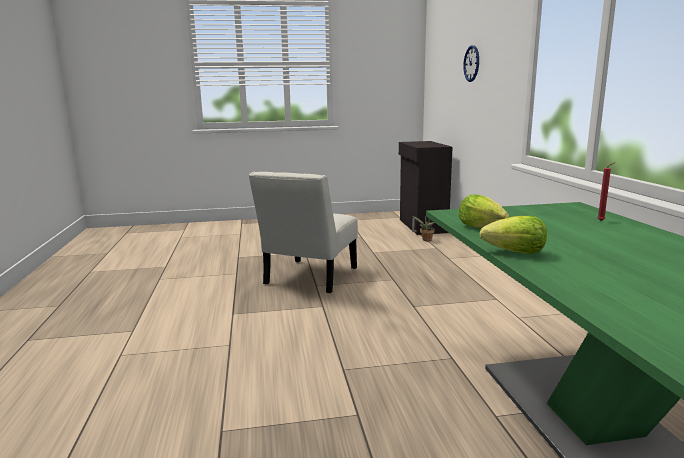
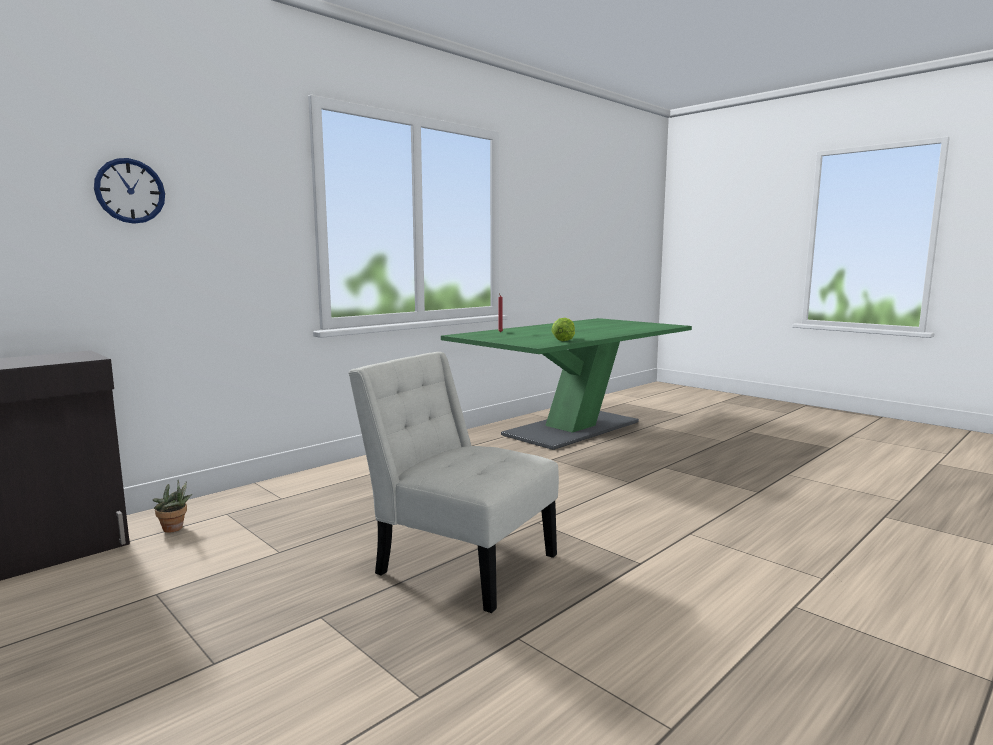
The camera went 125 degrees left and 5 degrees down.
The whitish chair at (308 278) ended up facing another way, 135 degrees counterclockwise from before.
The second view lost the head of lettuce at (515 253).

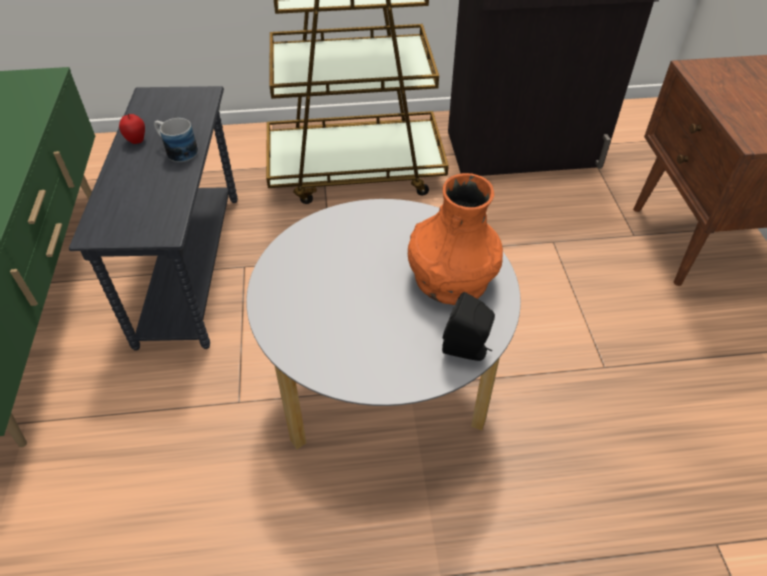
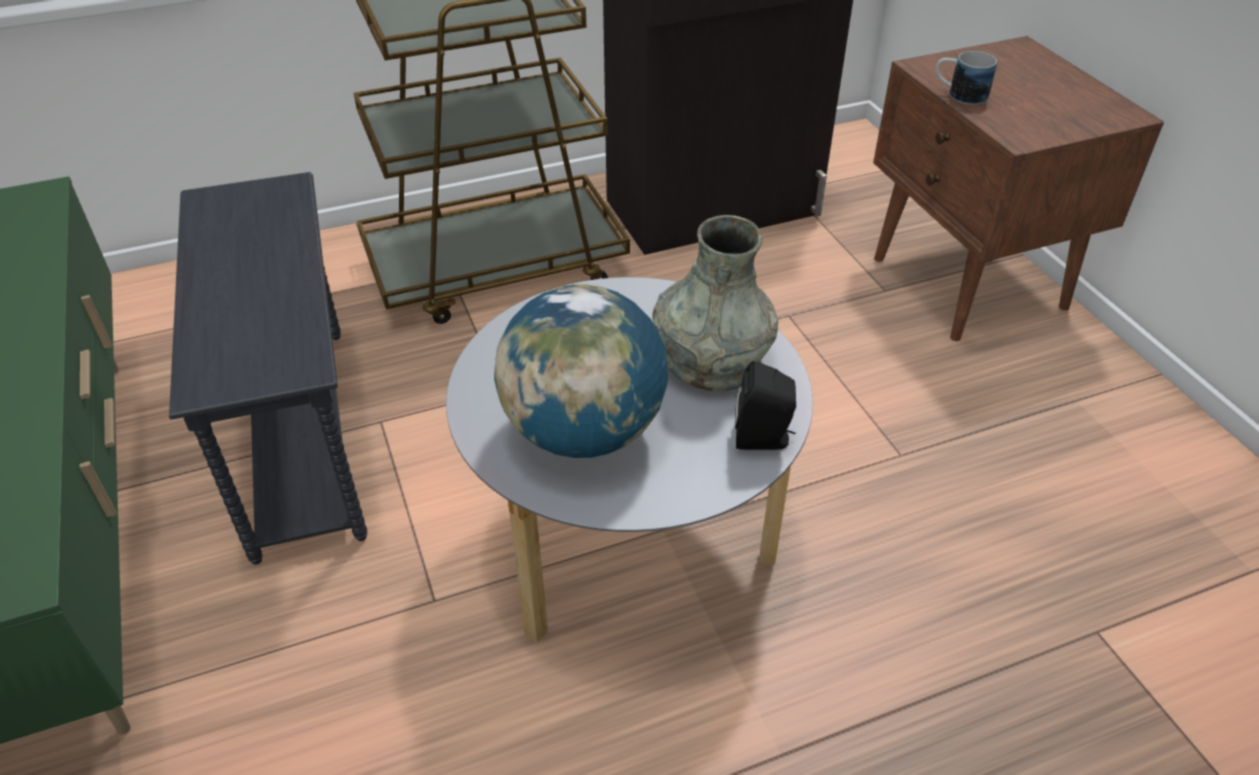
The camera went 15 degrees left and 5 degrees down.
The second view lost the whole apple at (136 140).
The coffee mug ended up elsewhere, having gone from (177 151) to (959 95).
What was the orange flower vase at (451 277) turned into the grey flower vase at (711 359).
The second view gained the desk globe at (584 432).

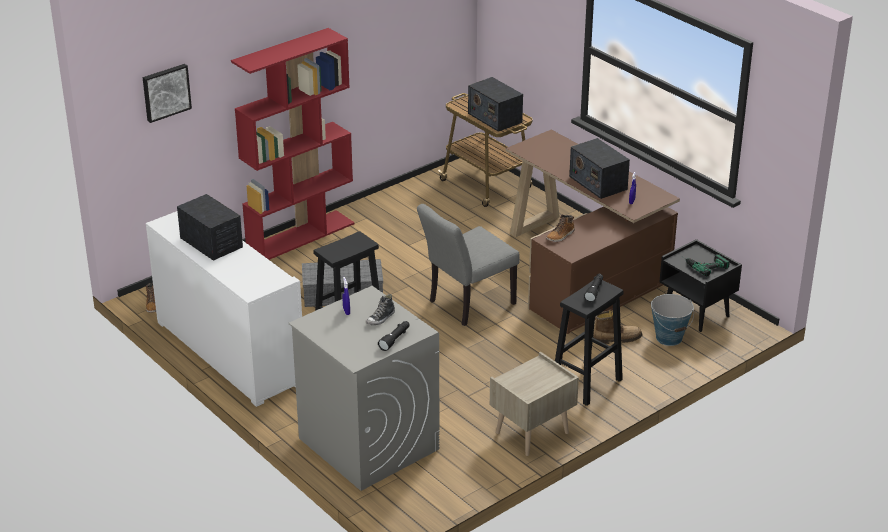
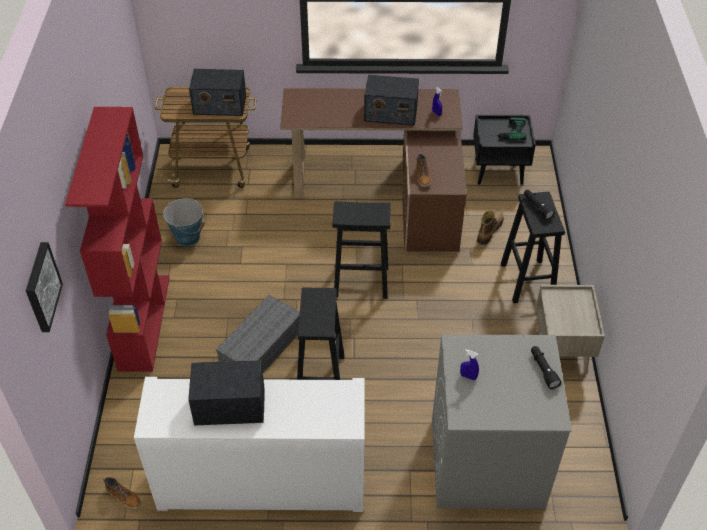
The camera went 50 degrees left and 15 degrees up.
The second view lost the low shoe at (381 318).
Where the grey chair stood at (466 304), the black sitting stool came to stand at (360 282).
The bucket ended up elsewhere, having gone from (669 338) to (188 237).

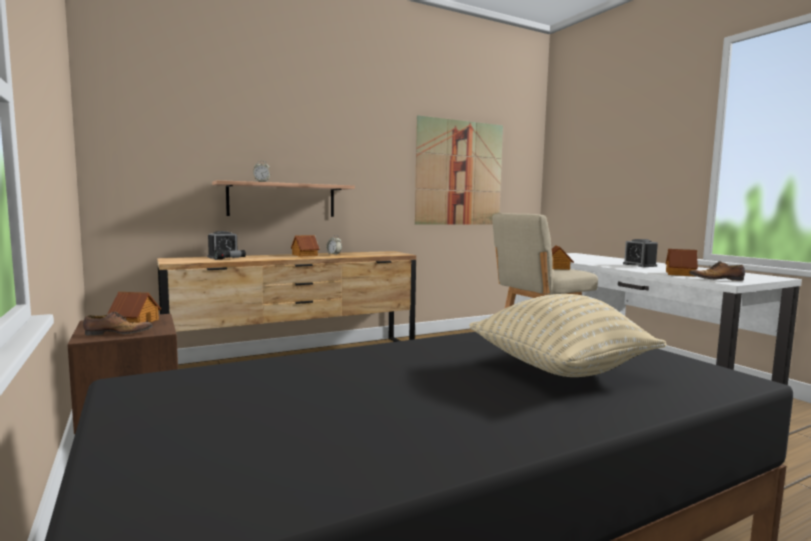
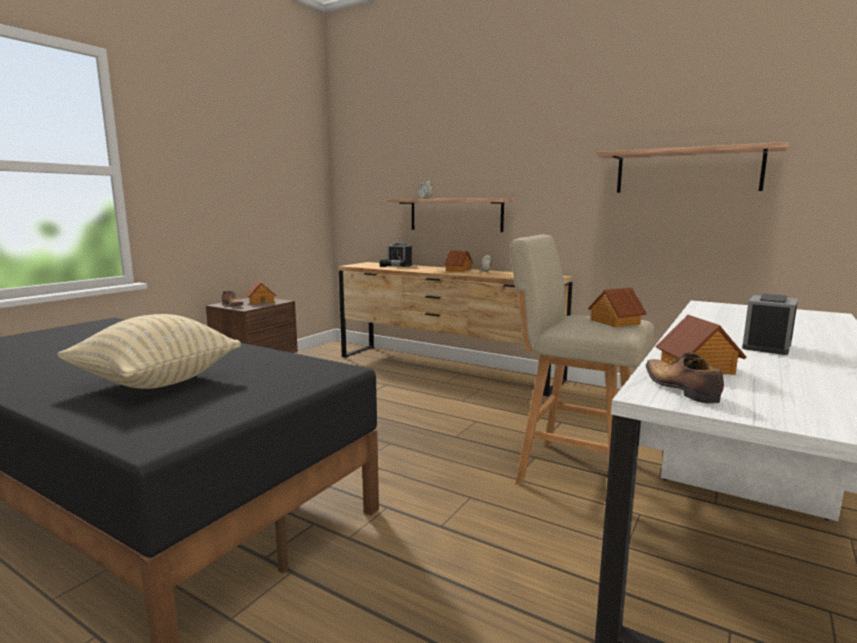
The camera went 60 degrees right and 5 degrees up.
Where the wall art hung at (459 173), the bracket shelf came to hang at (687 171).

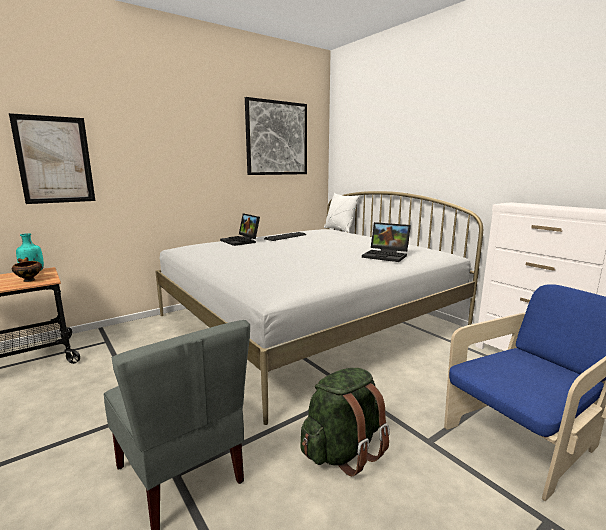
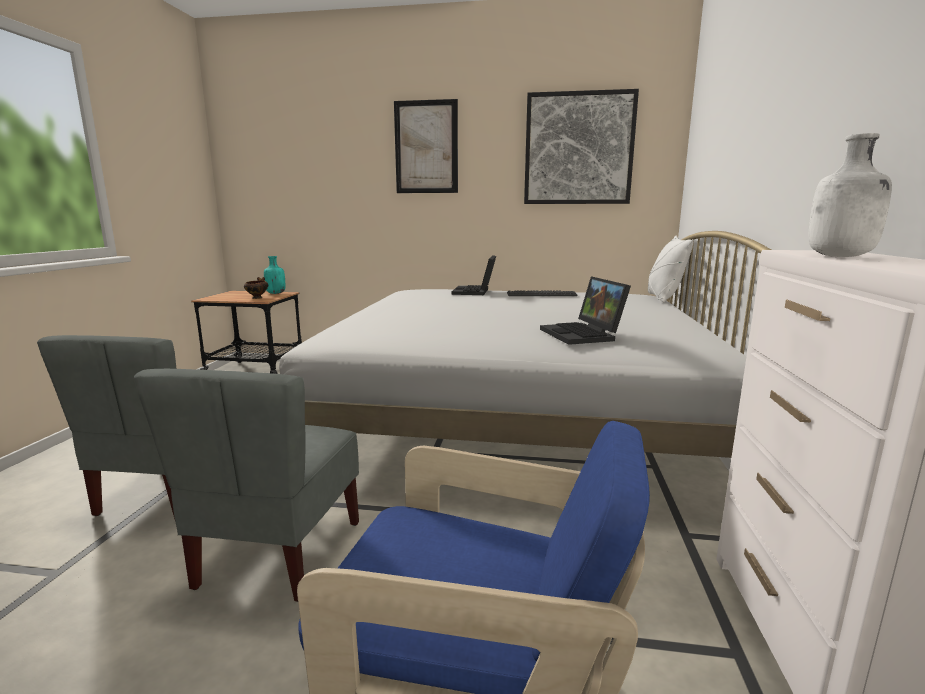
The camera went 45 degrees right and 0 degrees up.
The wall art ended up elsewhere, having gone from (55 160) to (426 147).
Where the greenish backpack stood at (343 451), the grey chair came to stand at (278 554).
The second view gained the whitish beverage bottle at (840 256).

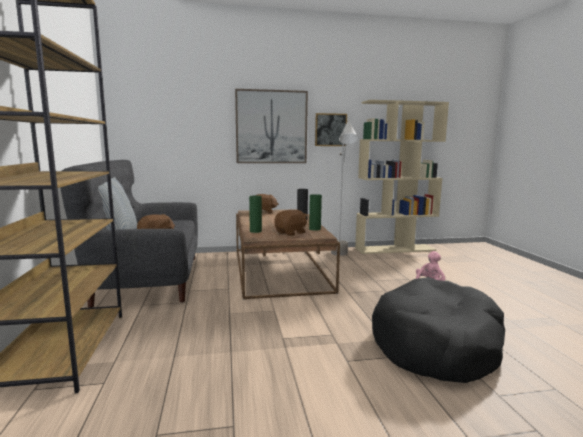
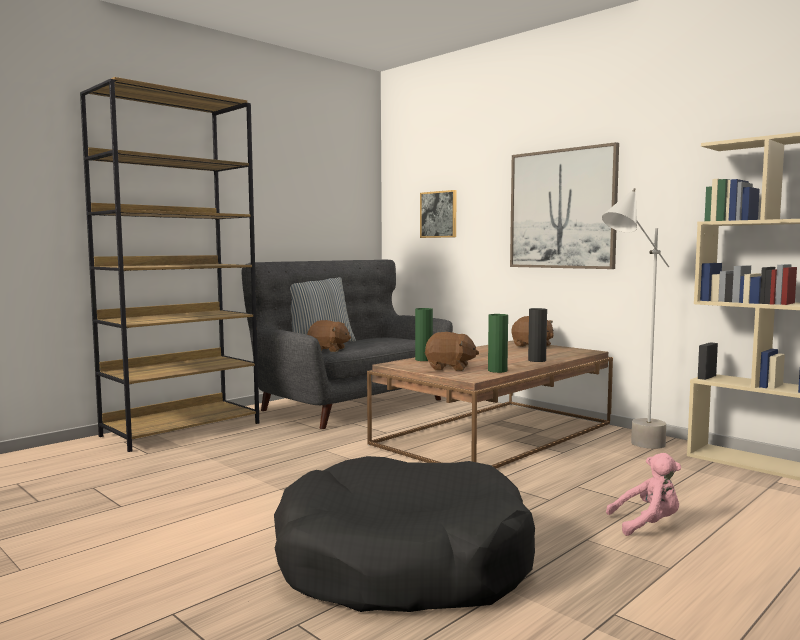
The camera went 55 degrees right and 5 degrees down.
The wall art ended up elsewhere, having gone from (330 130) to (438 214).

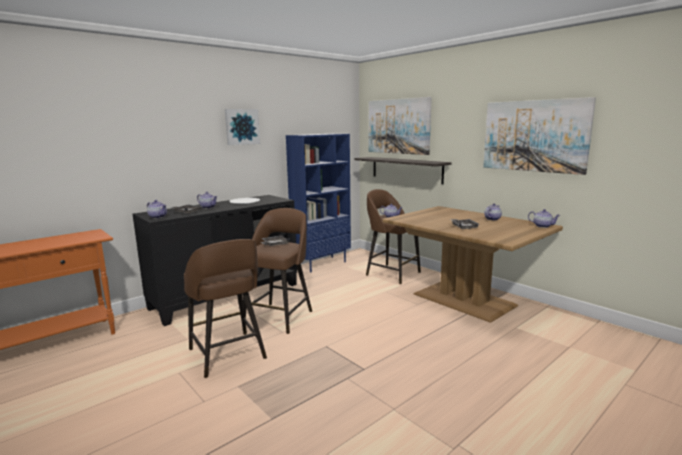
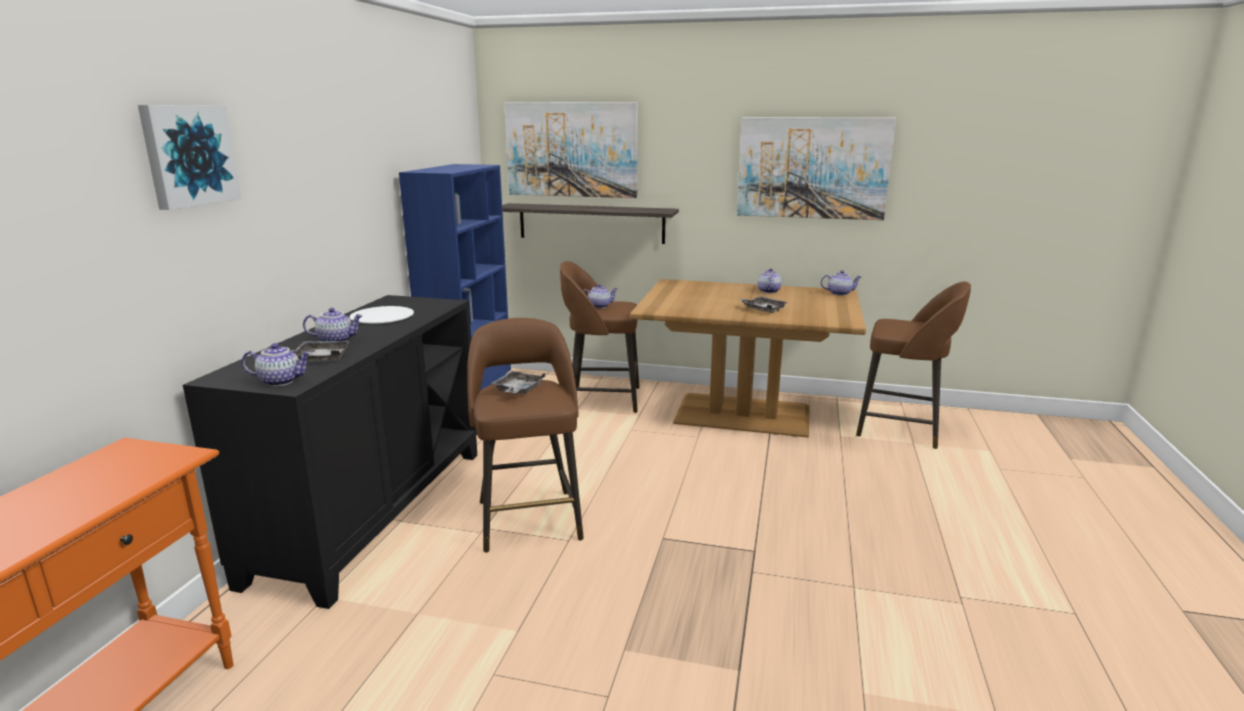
The camera went 35 degrees left and 5 degrees up.
The brownish sitting stool ended up elsewhere, having gone from (228 355) to (901 428).
The wall art ended up elsewhere, having gone from (241 127) to (188 155).

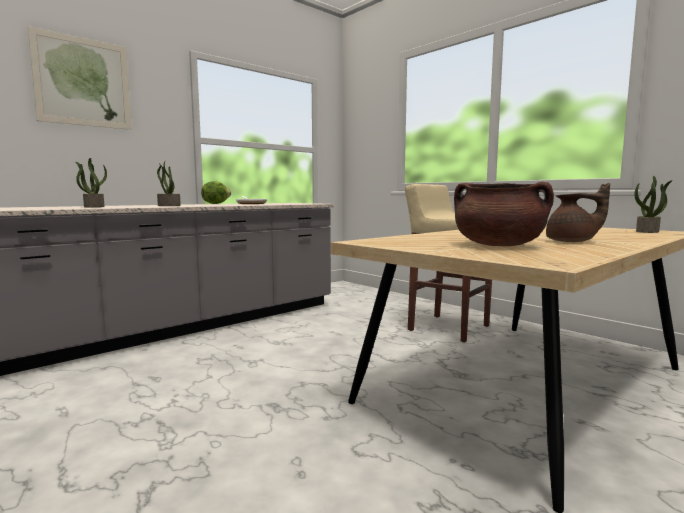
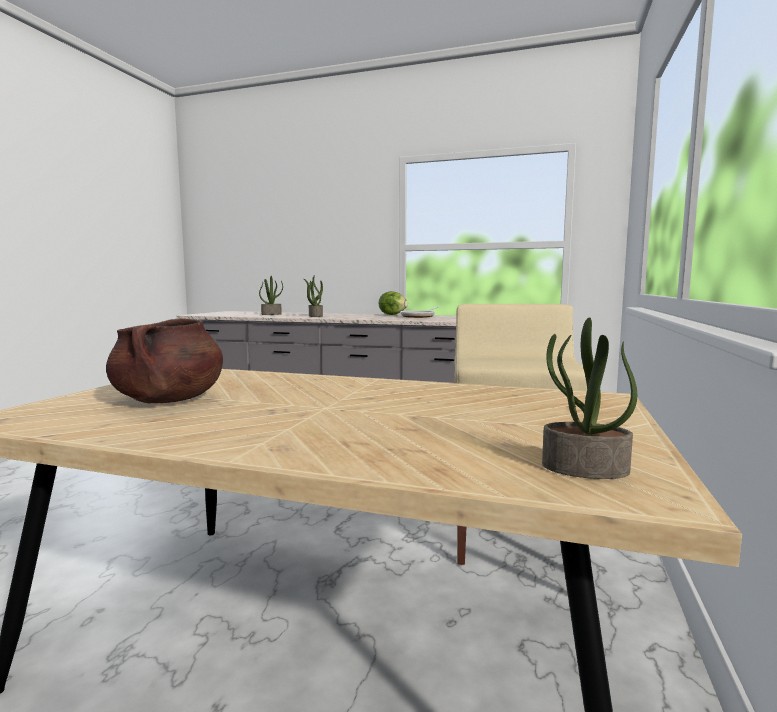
The camera went 60 degrees right and 0 degrees up.
The second view lost the wall art at (83 82).
The second view lost the brownish tea pot at (572 241).

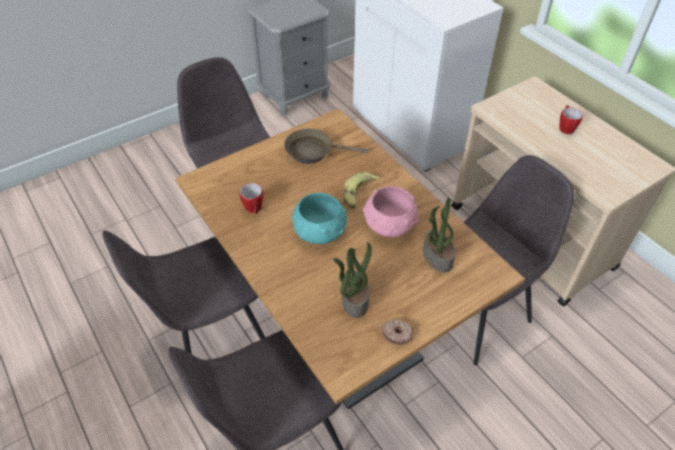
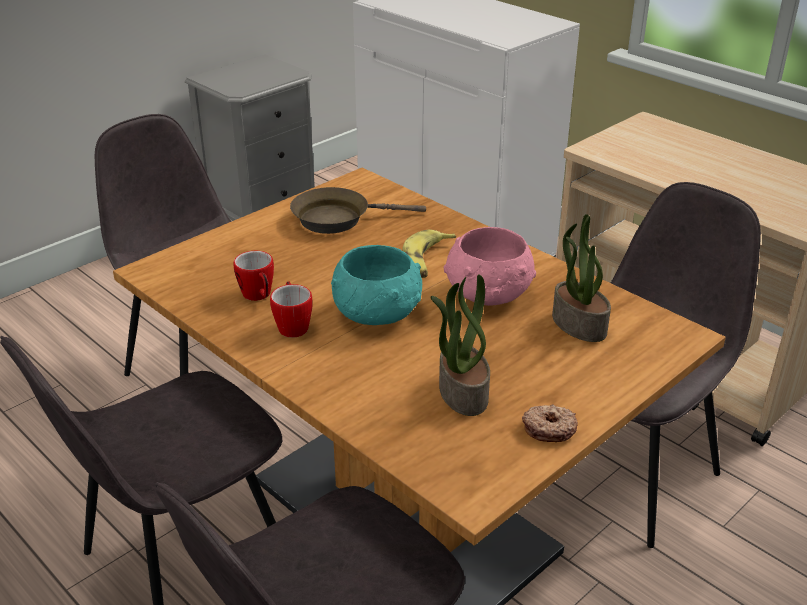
The camera went 10 degrees left and 15 degrees down.
The coffee mug ended up elsewhere, having gone from (565 127) to (292 325).

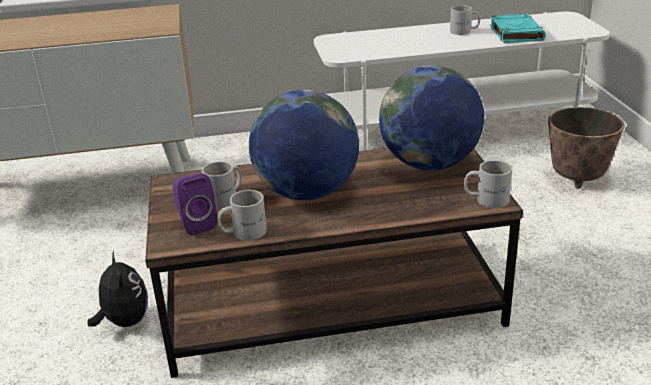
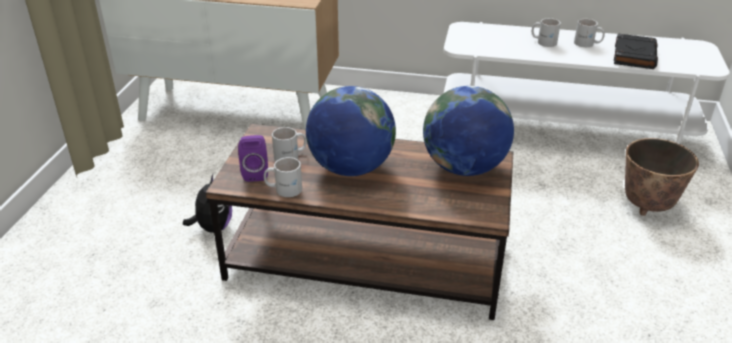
The camera went 20 degrees right and 5 degrees up.
The whitish coffee mug ended up elsewhere, having gone from (486 198) to (543 41).
What was the turquoise book at (515 33) turned into the black book at (634 55).

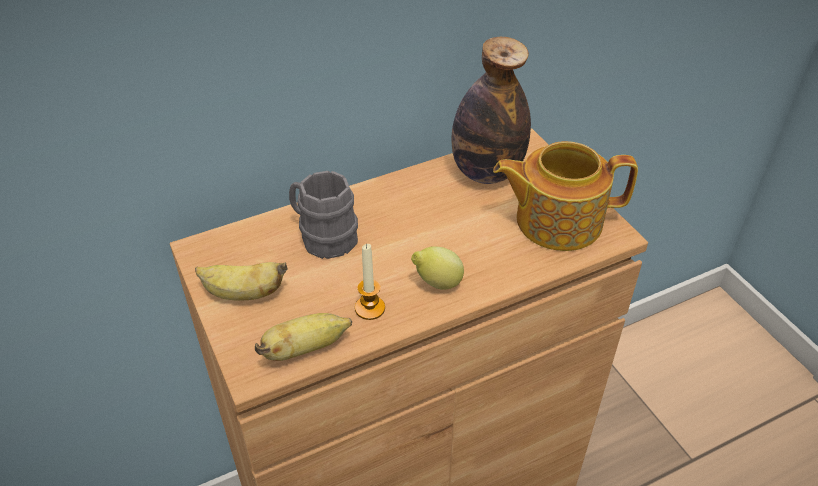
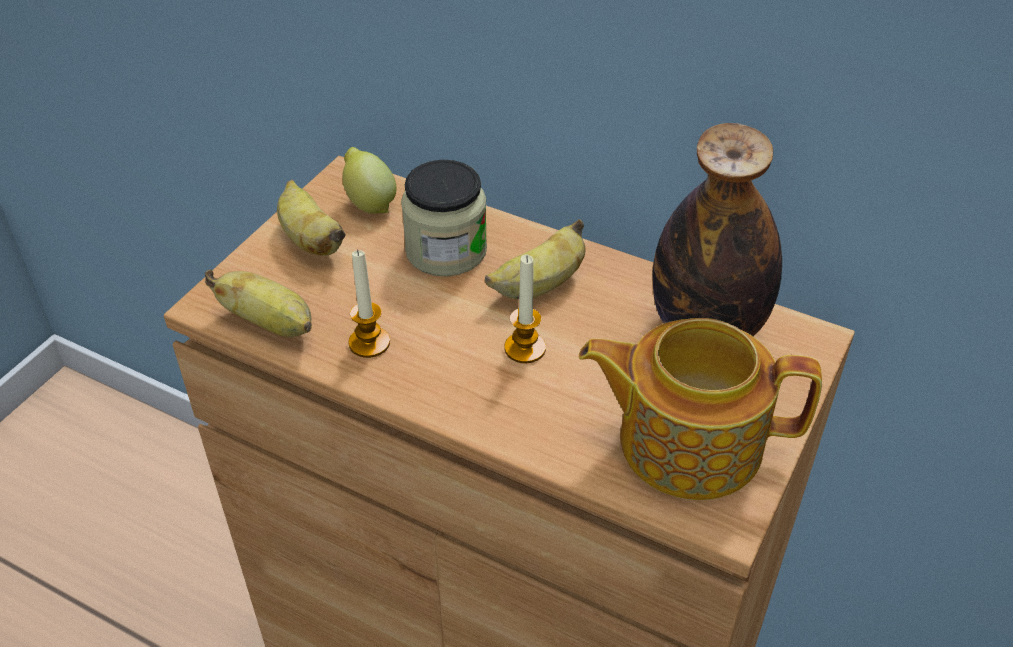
The camera went 55 degrees right and 0 degrees up.
Where the grey coffee mug stood at (323 237), the storage jar came to stand at (446 251).
The whole lemon ended up elsewhere, having gone from (437 283) to (369 203).
The tea pot at (556 220) ended up facing another way, 45 degrees counterclockwise from before.
The second view gained the banana at (539 286).
The second view gained the wax light at (525 348).

